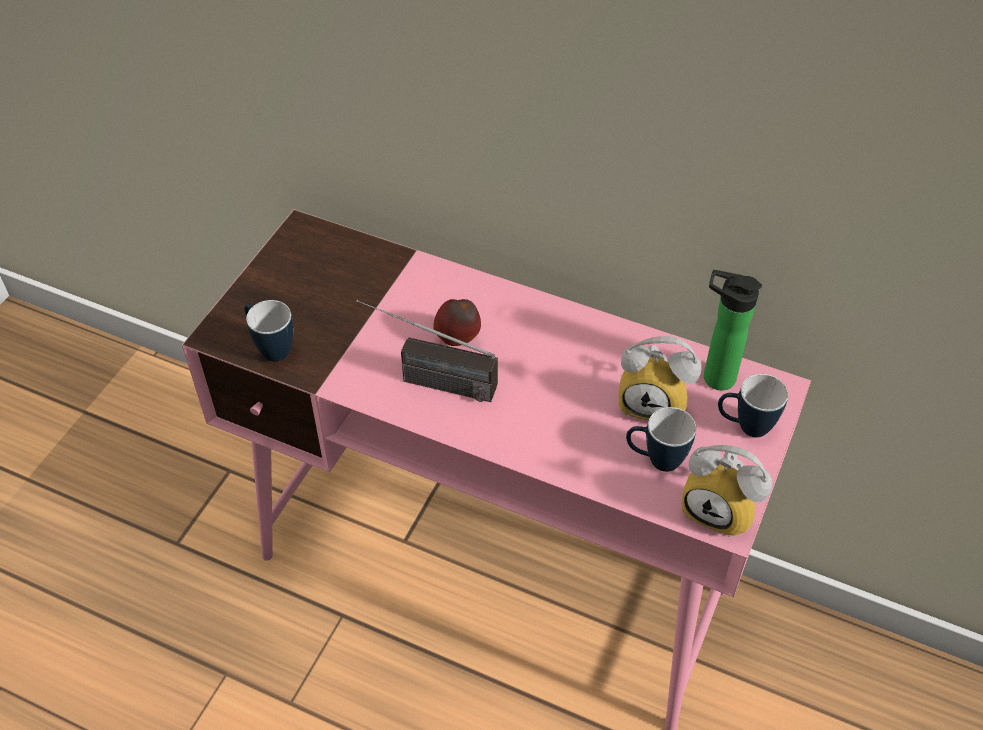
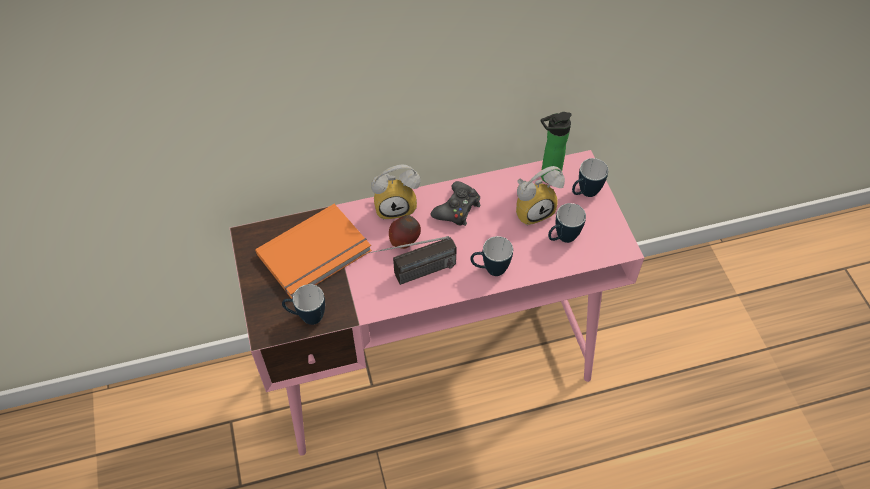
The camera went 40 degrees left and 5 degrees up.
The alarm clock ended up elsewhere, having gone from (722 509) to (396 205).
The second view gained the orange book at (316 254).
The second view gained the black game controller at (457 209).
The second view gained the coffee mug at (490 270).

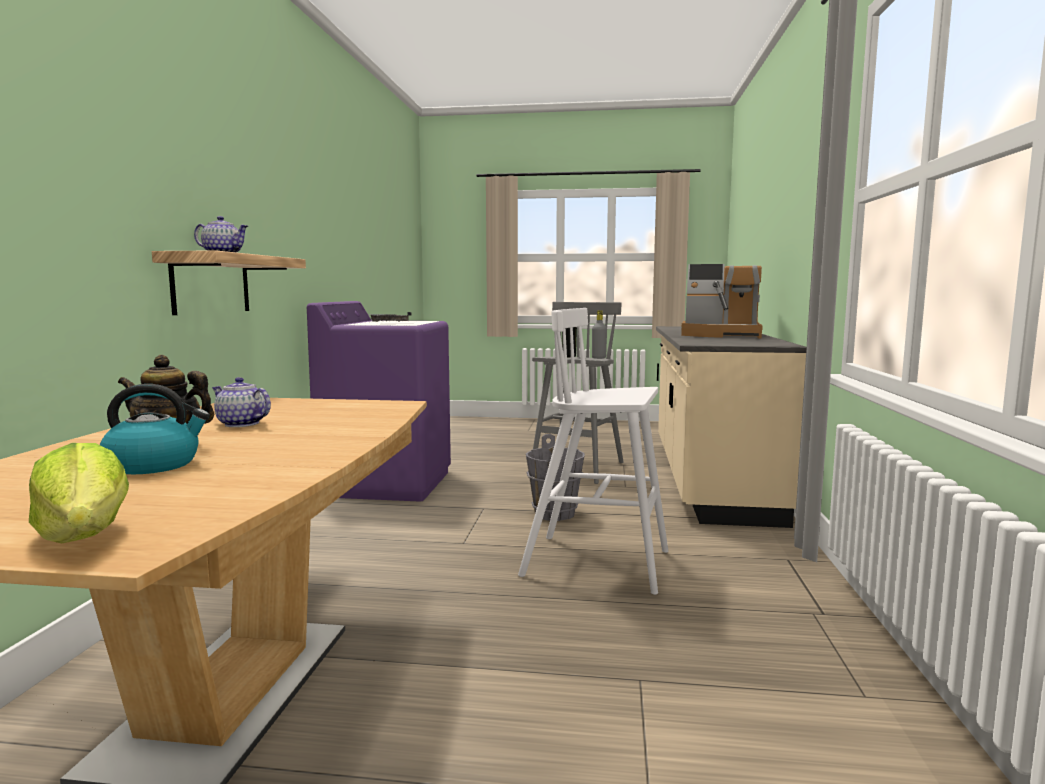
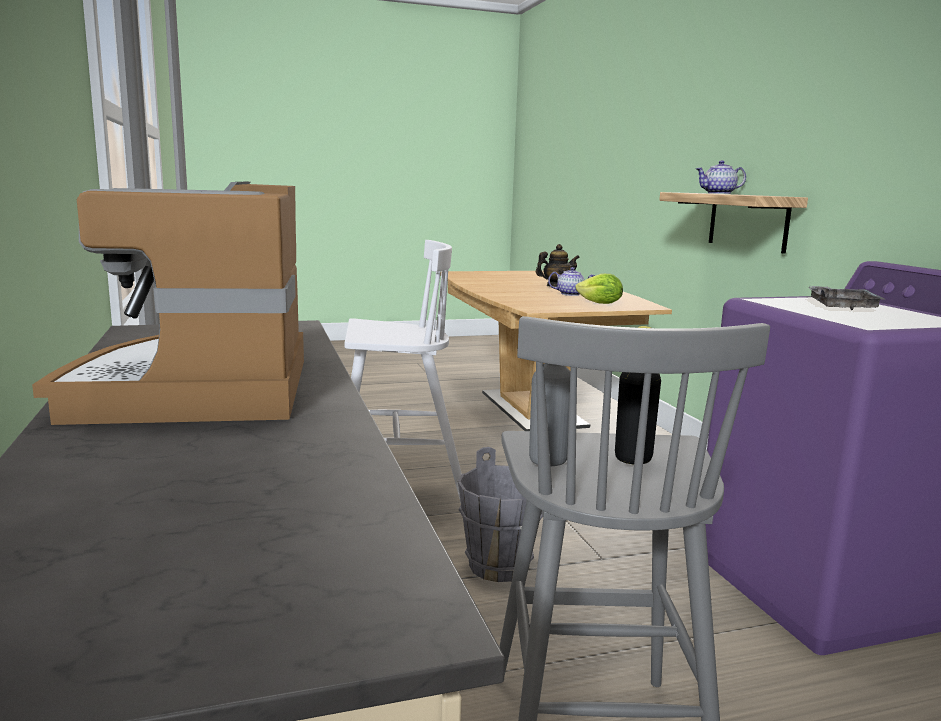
The camera went 155 degrees right and 5 degrees up.
The head of lettuce ended up elsewhere, having gone from (85 535) to (600 304).
The second view lost the kettle at (154 465).
The coffee machine at (721 335) ended up facing another way, 90 degrees counterclockwise from before.

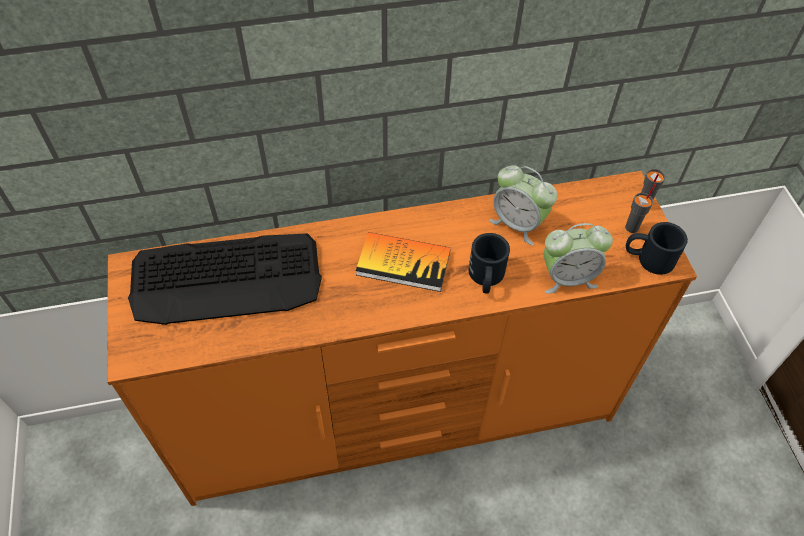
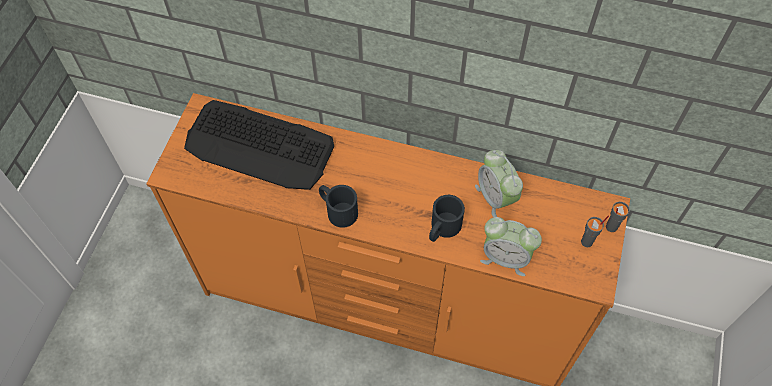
The camera went 30 degrees right and 5 degrees up.
The second view lost the book at (403 263).
The black coffee mug ended up elsewhere, having gone from (648 258) to (337 210).

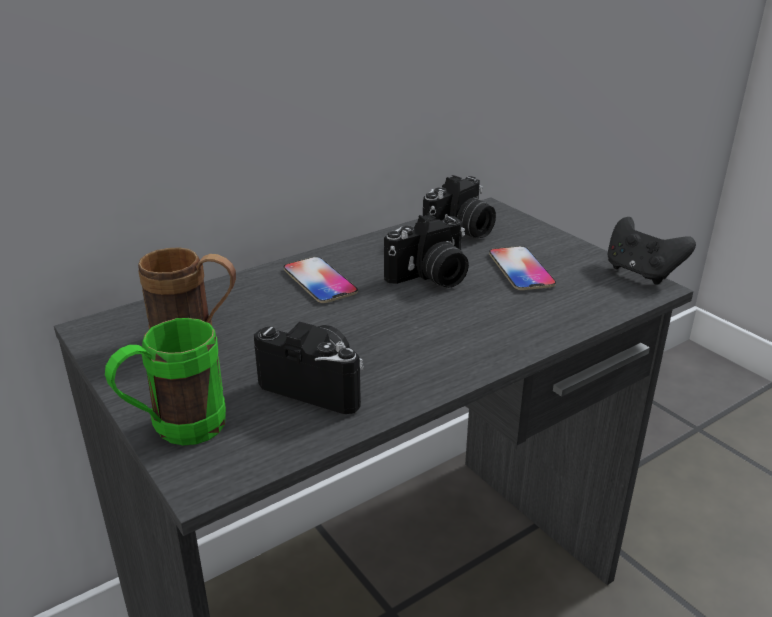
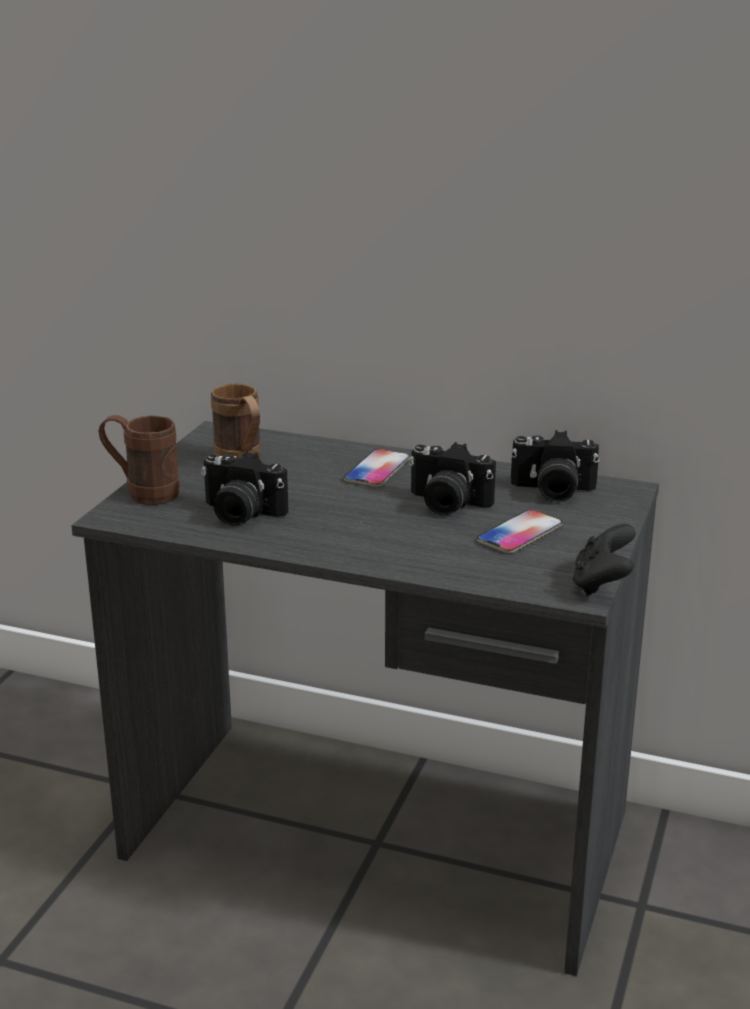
The camera went 55 degrees right and 5 degrees down.
What was the greenish coffee mug at (175 431) turned into the brownish coffee mug at (142 493).
The photo camera at (318 385) ended up facing another way, 120 degrees clockwise from before.

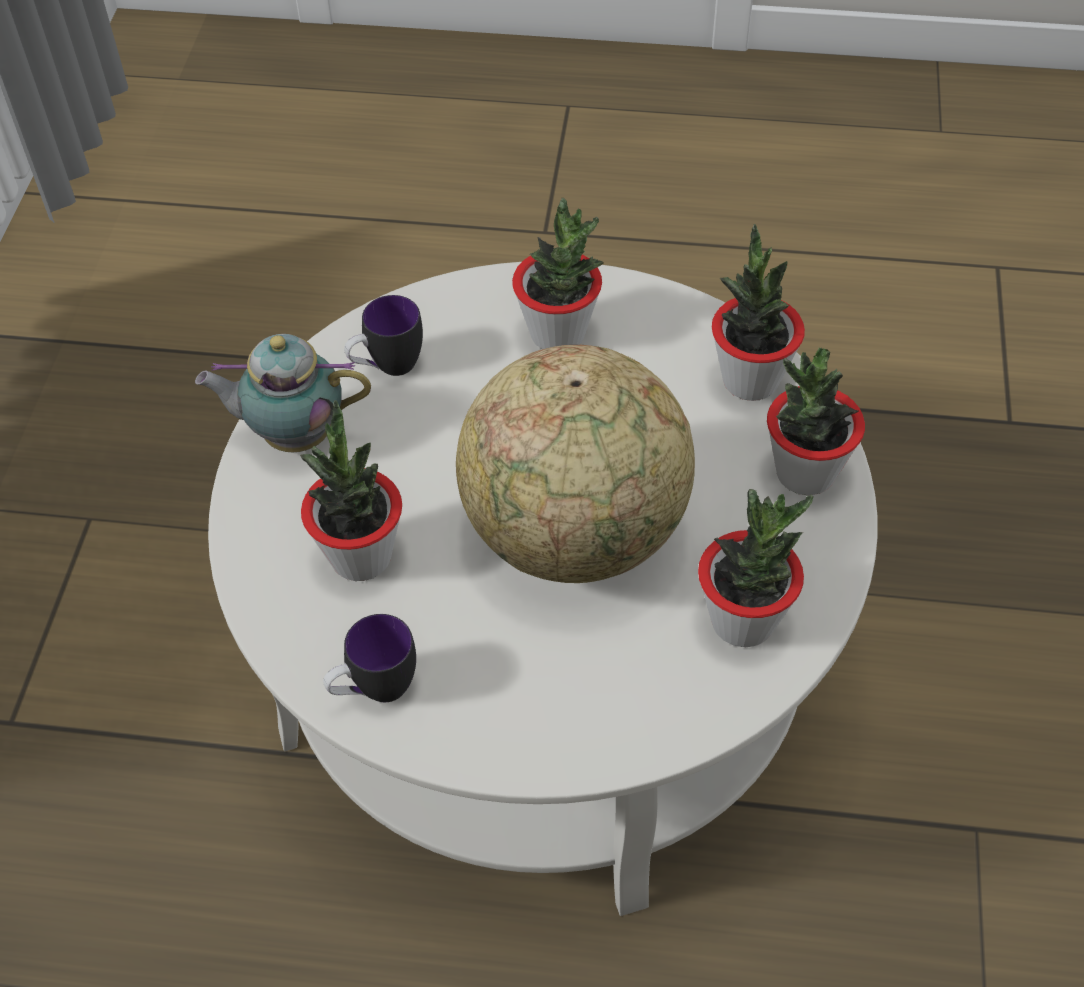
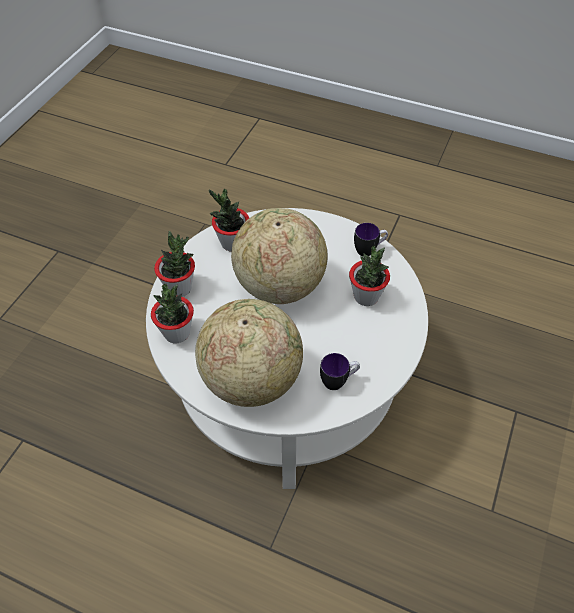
The camera went 165 degrees left and 0 degrees up.
The second view lost the tea pot at (293 435).
Where the houseplant stood at (558 334), the desk globe came to stand at (251 379).

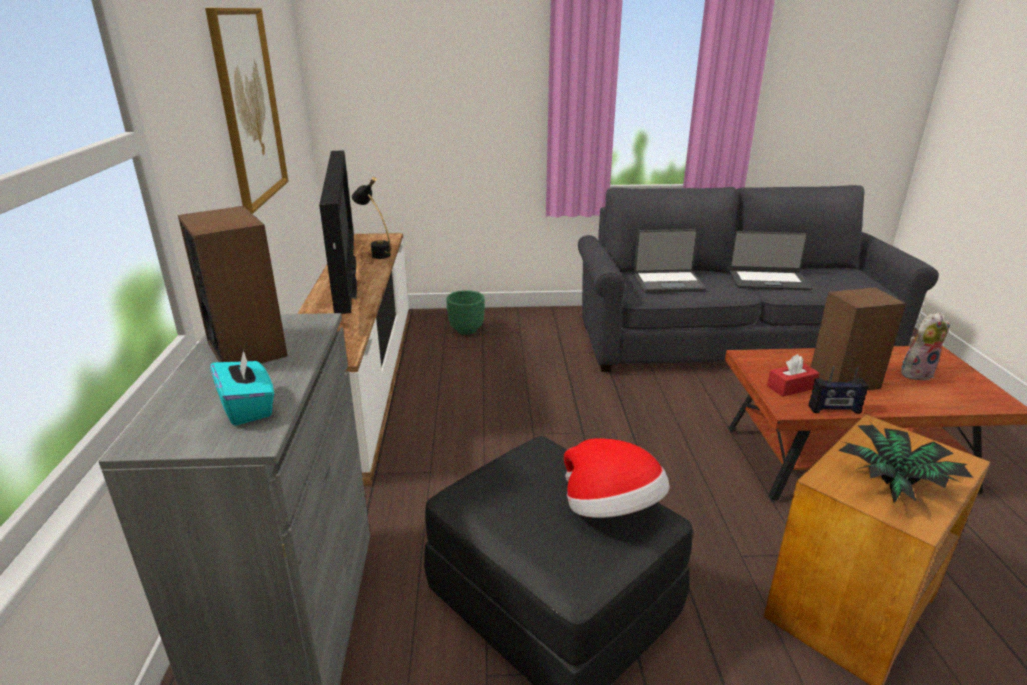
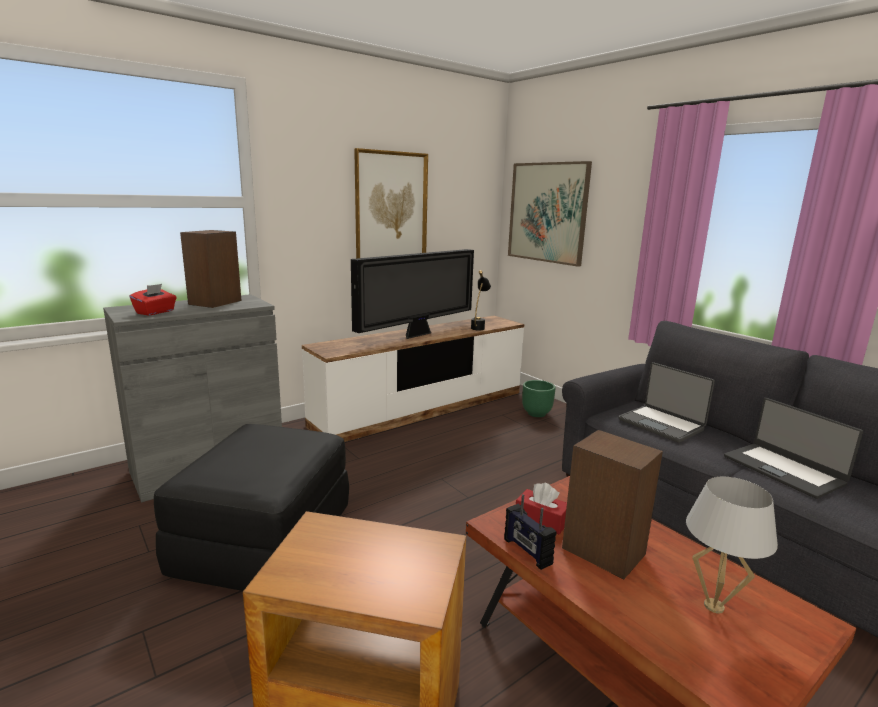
The camera went 55 degrees right and 10 degrees down.
What was the turquoise tissue box at (248 407) turned into the reddish tissue box at (155 312).
The second view lost the hat at (611 509).
The second view lost the houseplant at (897 485).
Where the plush toy stood at (916 373), the whitish tabletop lamp came to stand at (714 606).
The second view gained the wall art at (547 212).

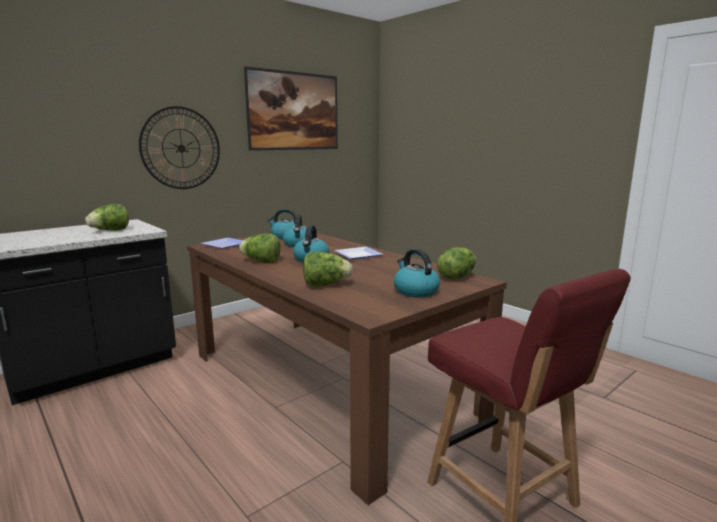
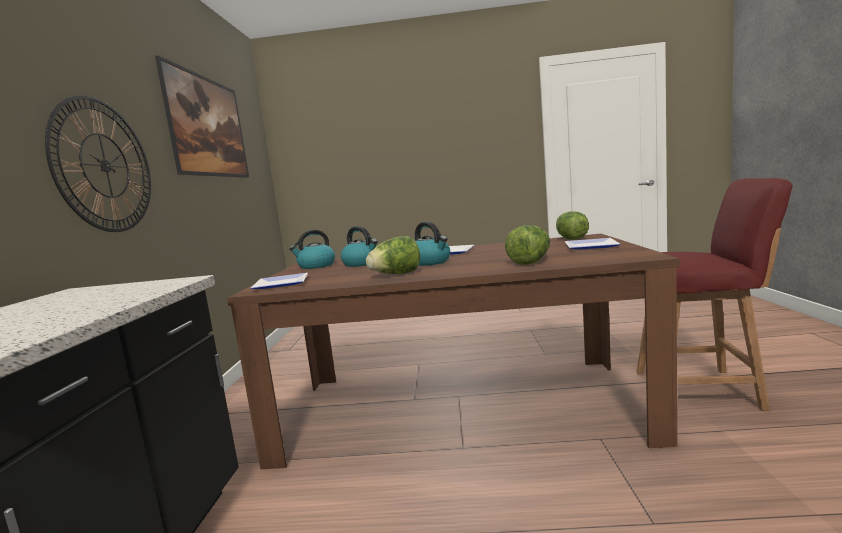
The camera went 45 degrees left and 5 degrees down.
The second view lost the head of lettuce at (110 230).
Where the kettle stood at (415 291), the flat dish came to stand at (593 246).

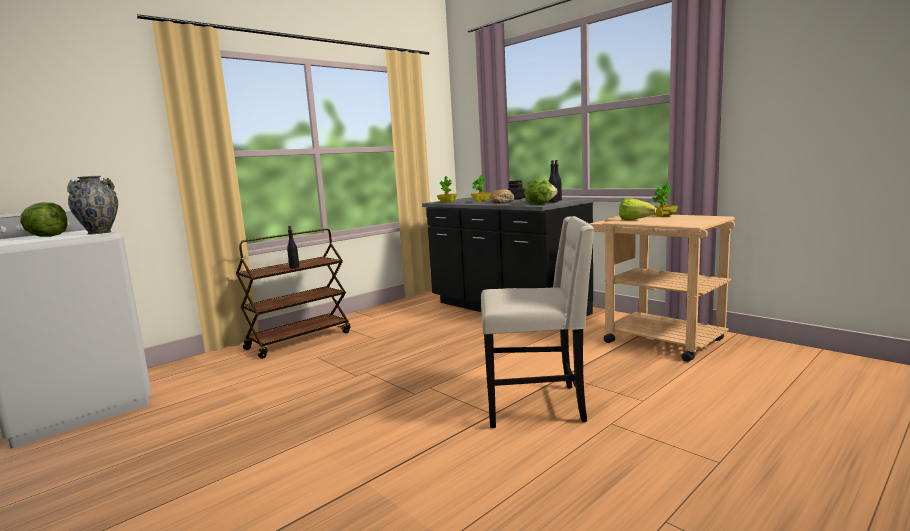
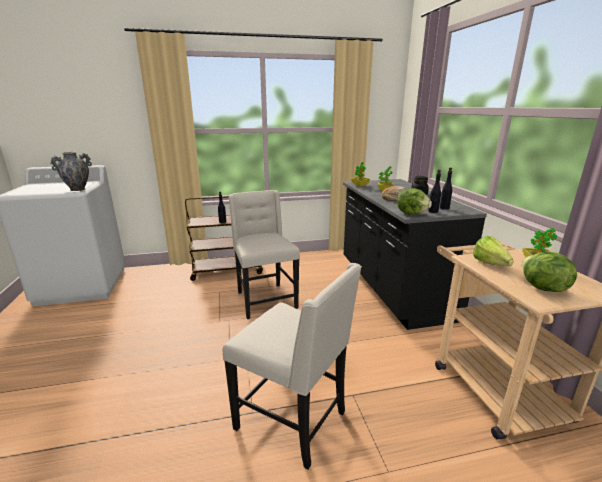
The camera went 30 degrees right and 10 degrees up.
The head of lettuce ended up elsewhere, having gone from (47 236) to (542 288).
The second view gained the sand-coloured chair at (265 300).

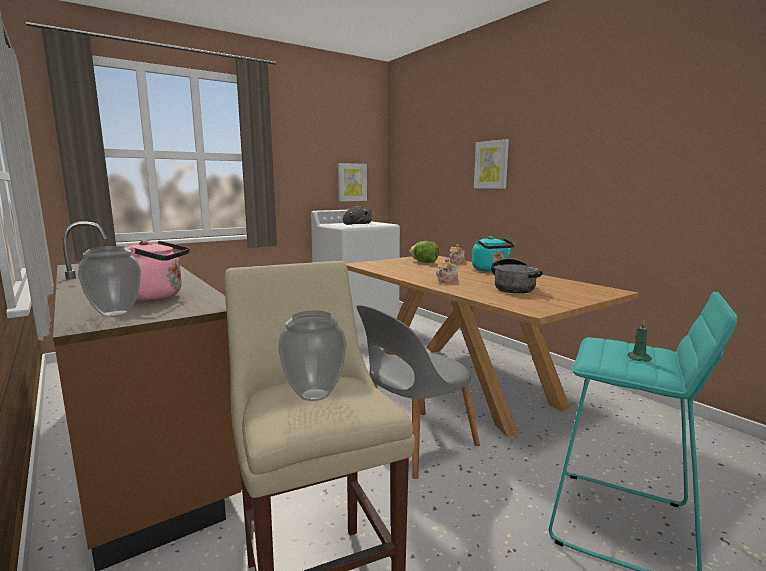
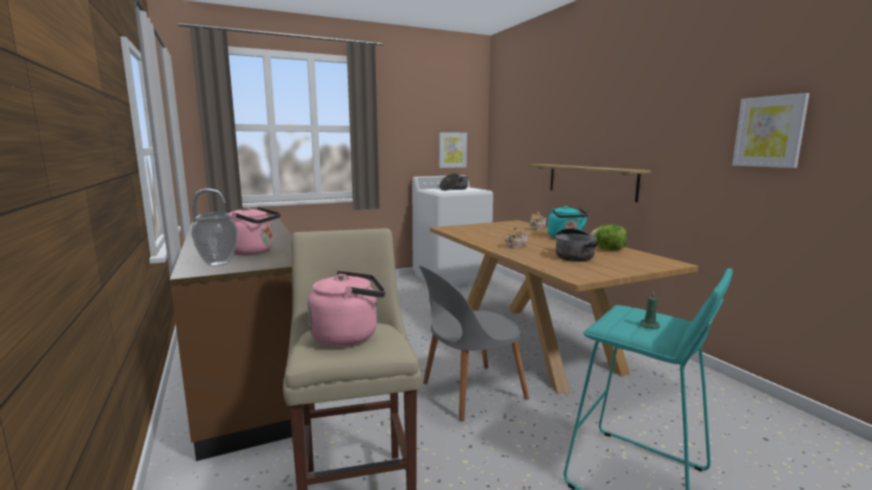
The camera went 10 degrees right and 0 degrees up.
Where the flower vase stood at (315 395), the pink-coloured kettle came to stand at (349 335).
The head of lettuce ended up elsewhere, having gone from (424 262) to (608 249).
The wall art ended up elsewhere, having gone from (491 164) to (769 131).
The second view gained the bracket shelf at (590 181).

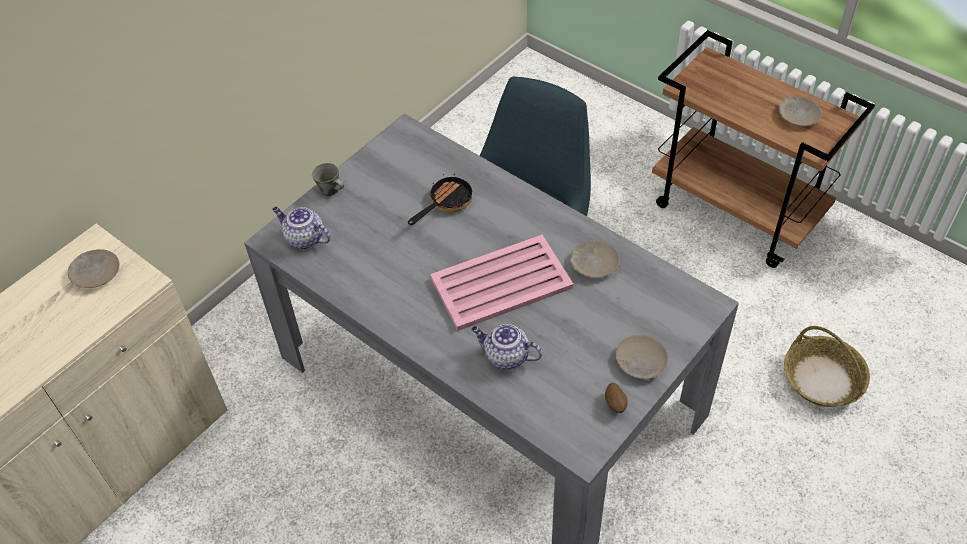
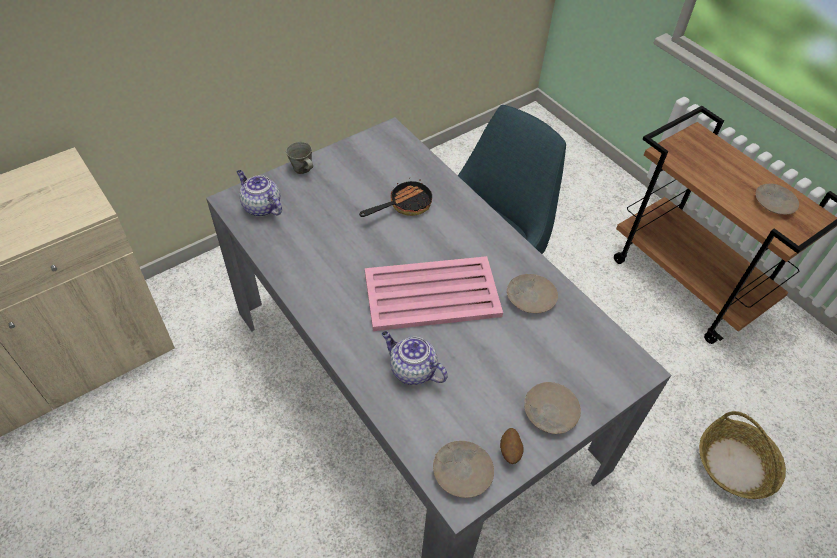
The camera went 10 degrees right and 0 degrees up.
The sand-coloured flat dish ended up elsewhere, having gone from (95 273) to (462 471).

